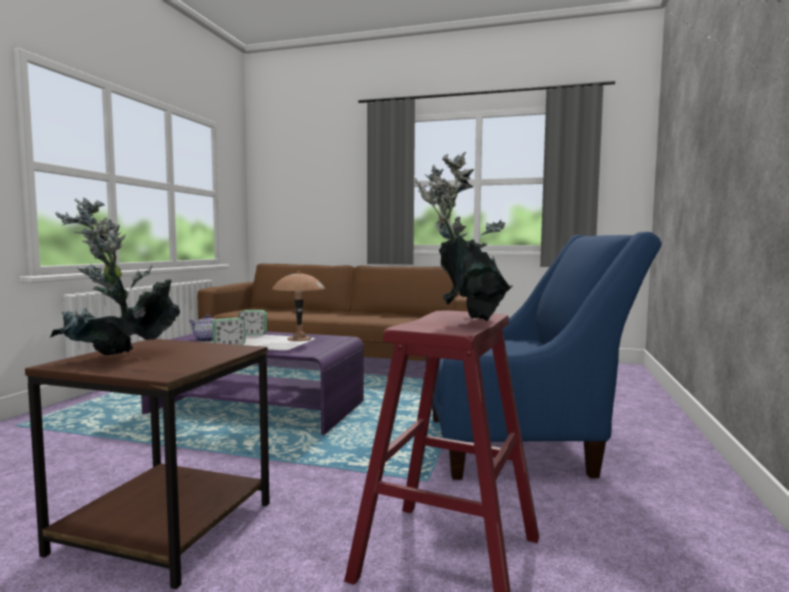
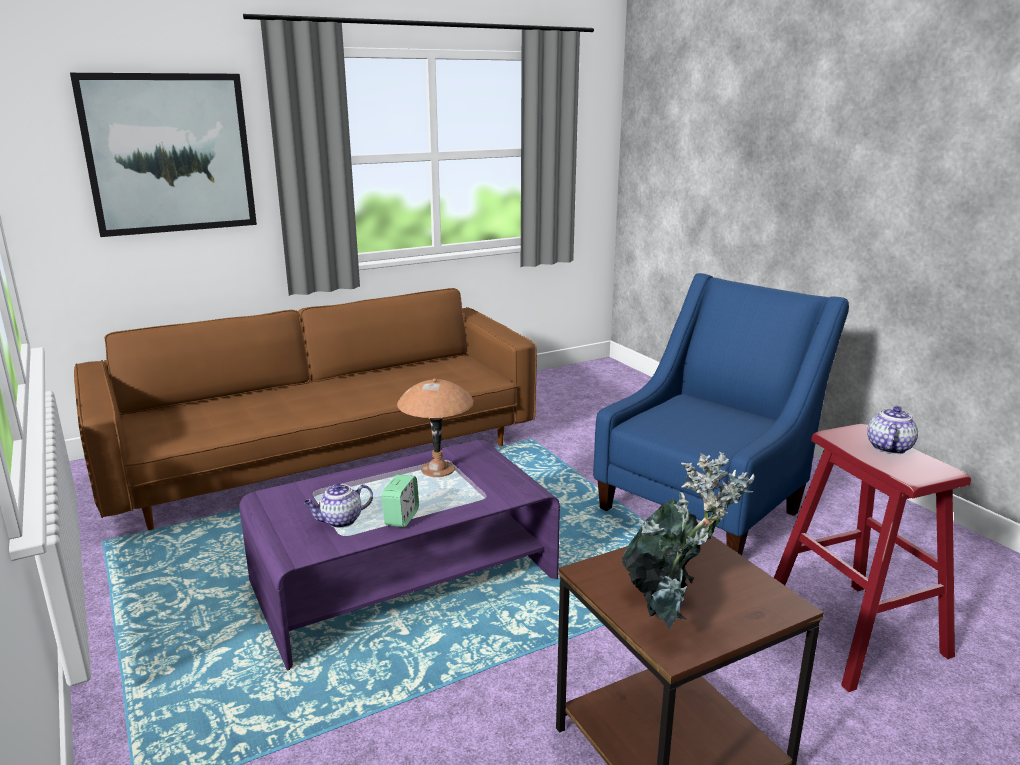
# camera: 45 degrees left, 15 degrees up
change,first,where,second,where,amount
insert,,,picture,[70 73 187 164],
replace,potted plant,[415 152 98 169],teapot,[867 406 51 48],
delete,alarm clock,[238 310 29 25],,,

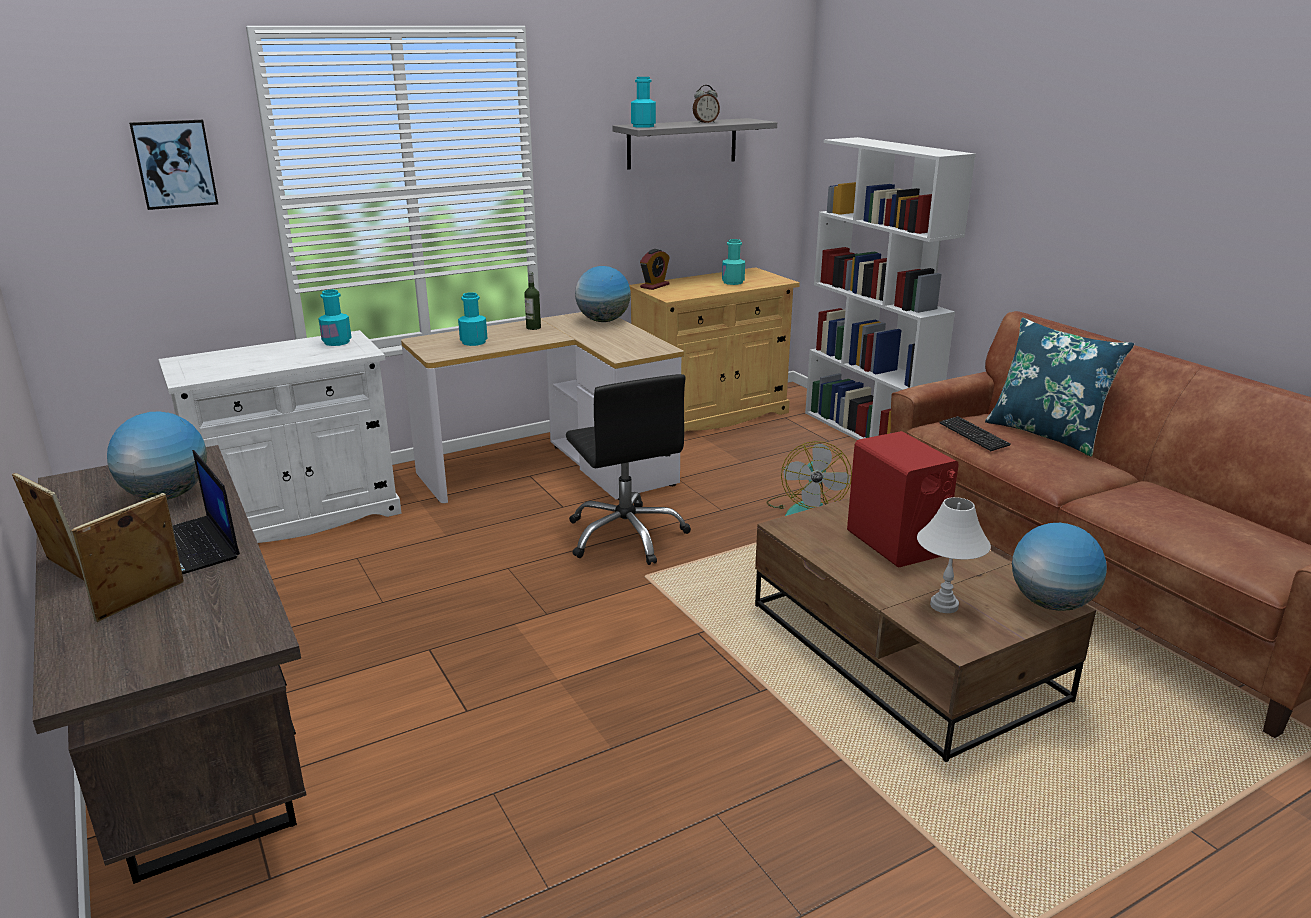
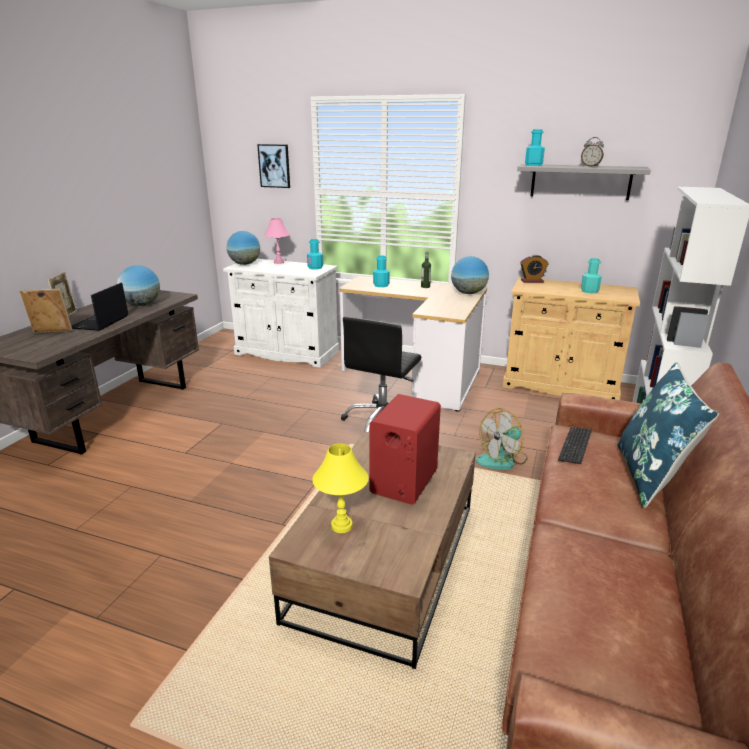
# camera: 50 degrees right, 0 degrees up
change,first,where,second,where,amount
move,globe,[1012 523 95 88],,[227 231 33 34],
insert,,,pink table lamp,[264 218 26 46],
recolor,white table lamp,[917 497 74 116],yellow table lamp,[312 444 57 89],

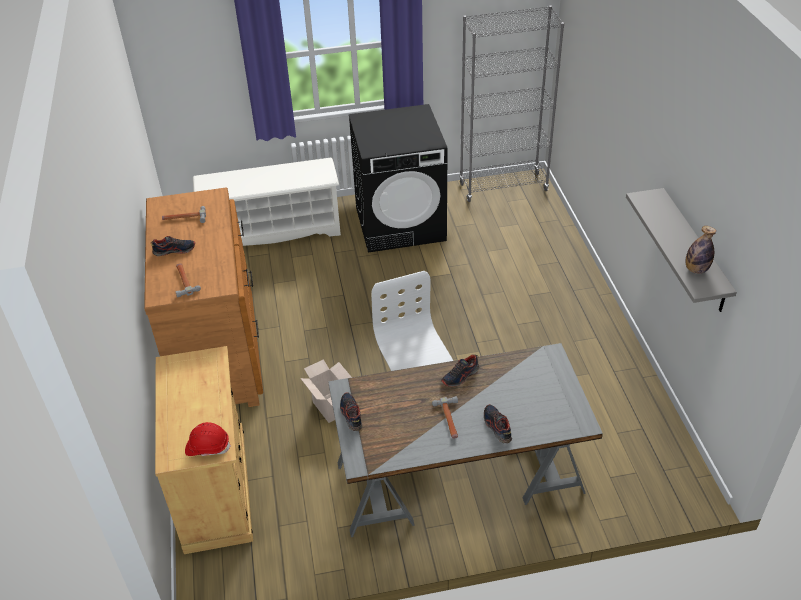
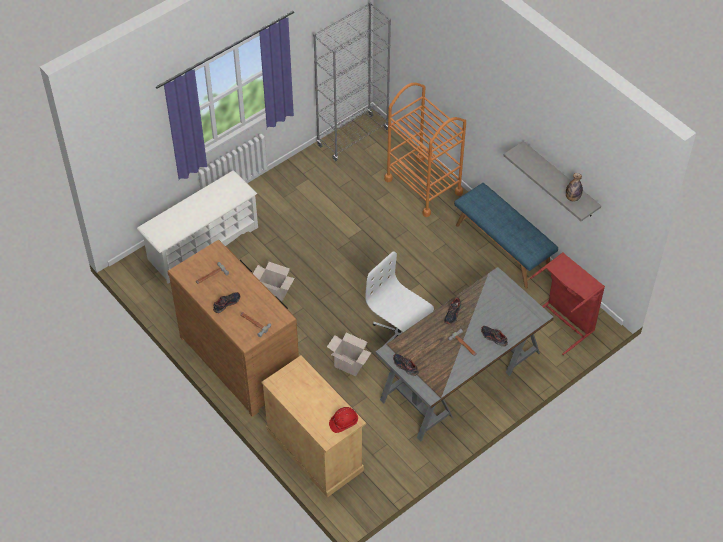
# camera: 30 degrees left, 10 degrees up
change,first,where,second,where,amount
insert,,,cardboard box,[253 262 42 40],
insert,,,orange cart,[384 82 82 135],
insert,,,blue bench,[454 183 104 105],
insert,,,red laundry basket,[530 252 75 103],
delete,black washing machine,[349 104 99 149],,,

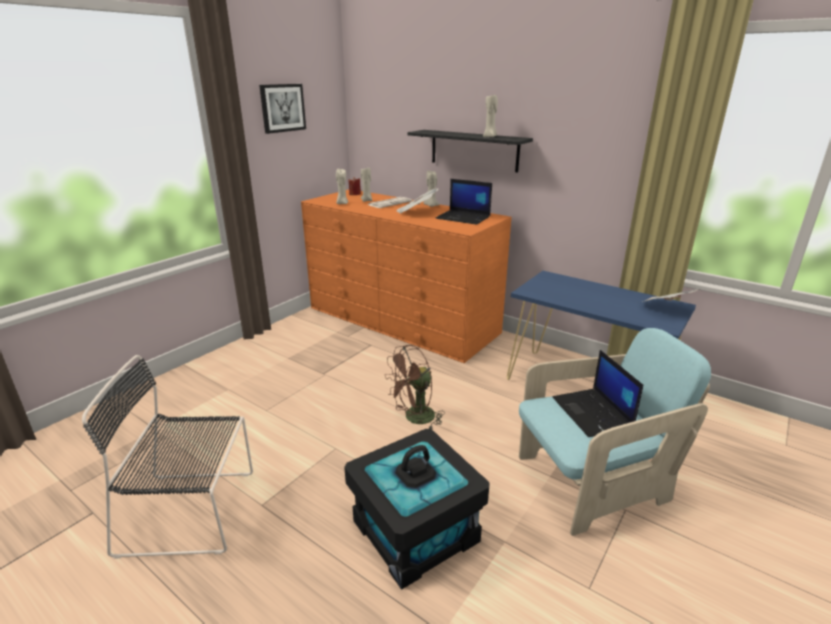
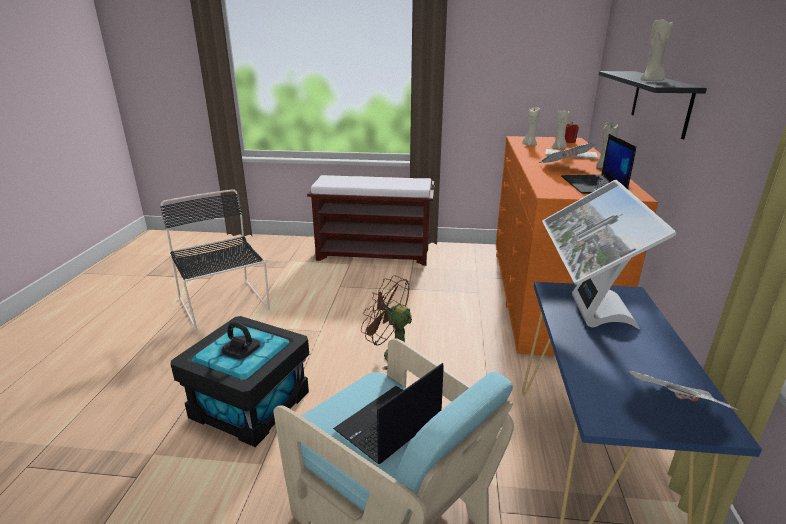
# camera: 60 degrees right, 0 degrees up
change,first,where,second,where,amount
insert,,,brown bench,[307 175 127 91],
insert,,,monitor,[542 180 135 149],
delete,picture,[259 84 47 50],,,

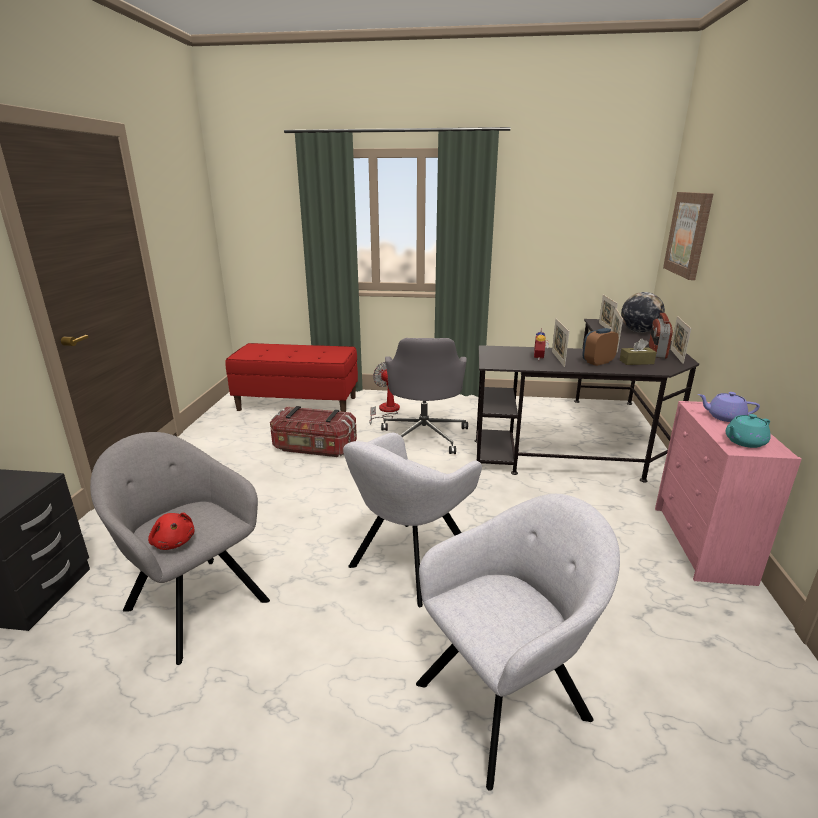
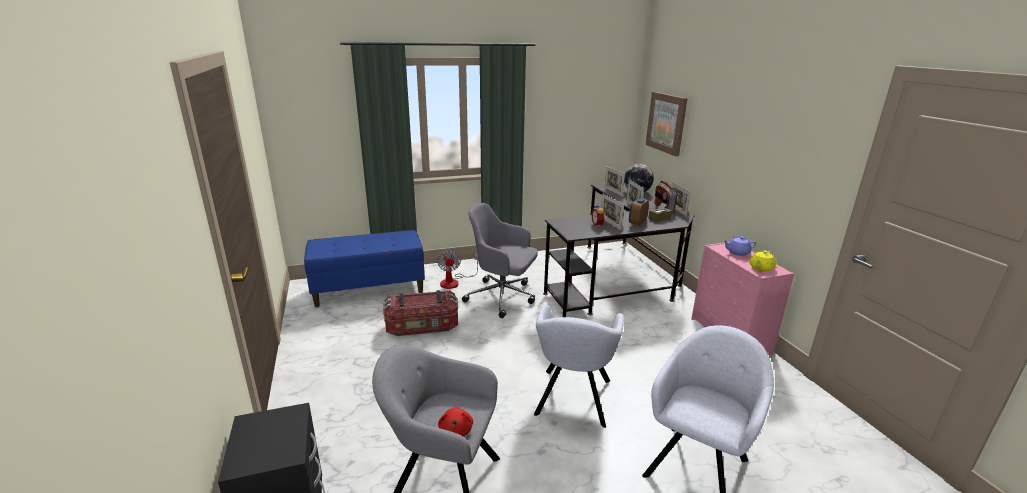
# camera: 25 degrees left, 0 degrees up
change,first,where,second,where,amount
recolor,red bench,[226 343 132 69],blue bench,[304 230 121 77],
rotate,fan,[369 362 31 63],,[437 250 41 39],135 degrees counterclockwise
rotate,red plush toy,[148 513 47 37],,[438 407 35 29],60 degrees clockwise
rotate,grey office chair,[381 338 87 116],,[462 203 76 115],135 degrees clockwise
recolor,turquoise teapot,[725 414 46 34],yellow teapot,[749 250 27 21],

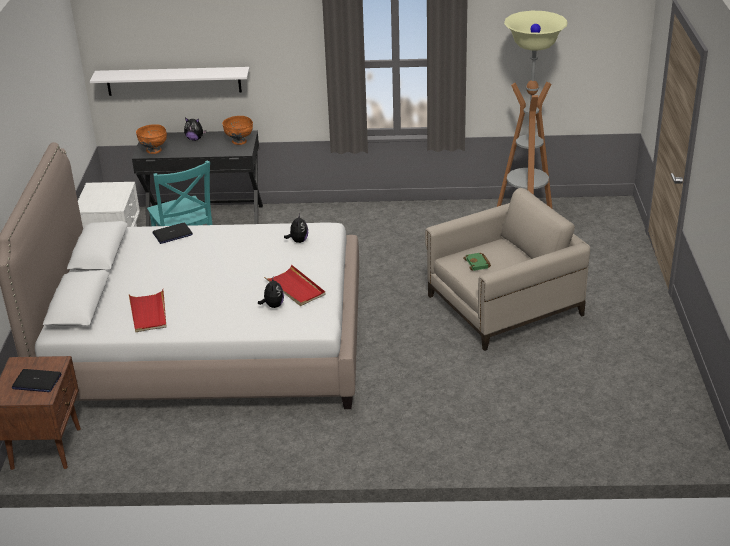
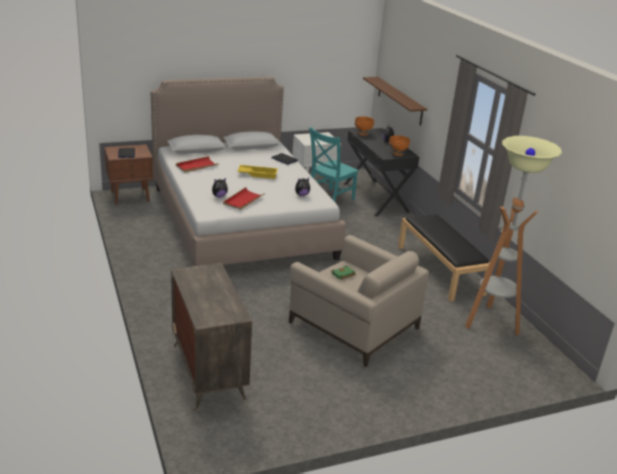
# camera: 65 degrees right, 5 degrees down
change,first,where,second,where,amount
insert,,,dresser,[171 262 81 148],
insert,,,yellow tray,[238 165 40 14],
recolor,white shelf,[90 67 160 29],brown shelf,[363 77 64 48],
insert,,,black bench,[398 214 94 88],

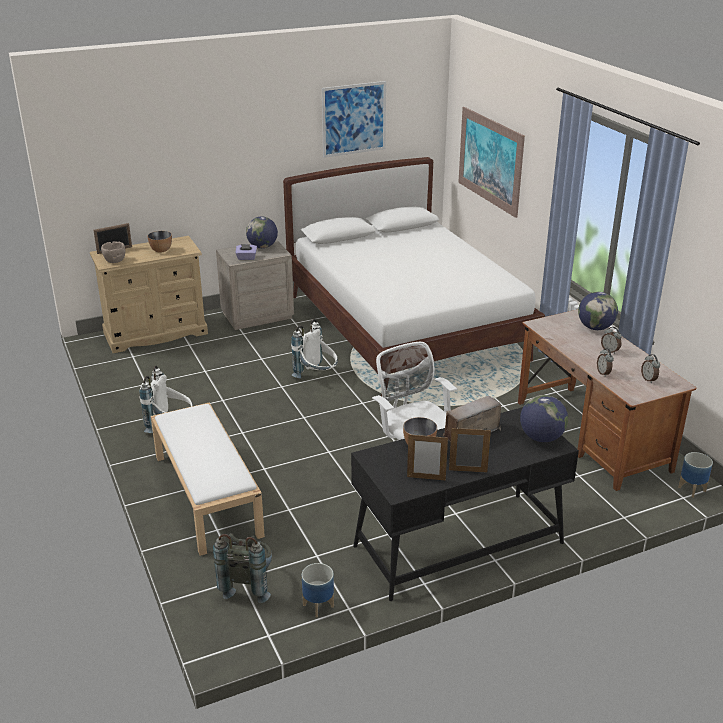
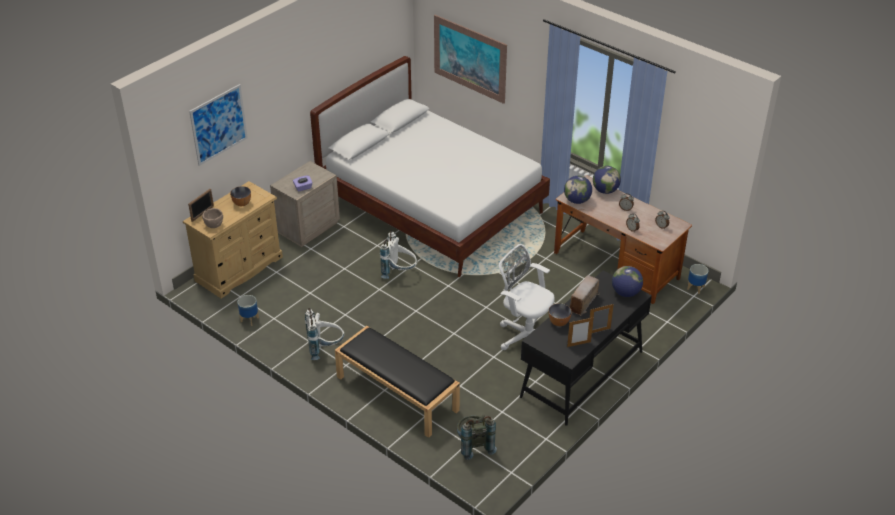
# camera: 25 degrees left, 10 degrees up
change,first,where,second,where,amount
move,picture,[322 81 64 77],,[189 84 59 82],
move,planter,[302 563 32 54],,[238 295 21 31],
recolor,white bench,[151 403 114 153],black bench,[335 326 125 112],
move,globe,[246 216 32 32],,[564 176 28 28],

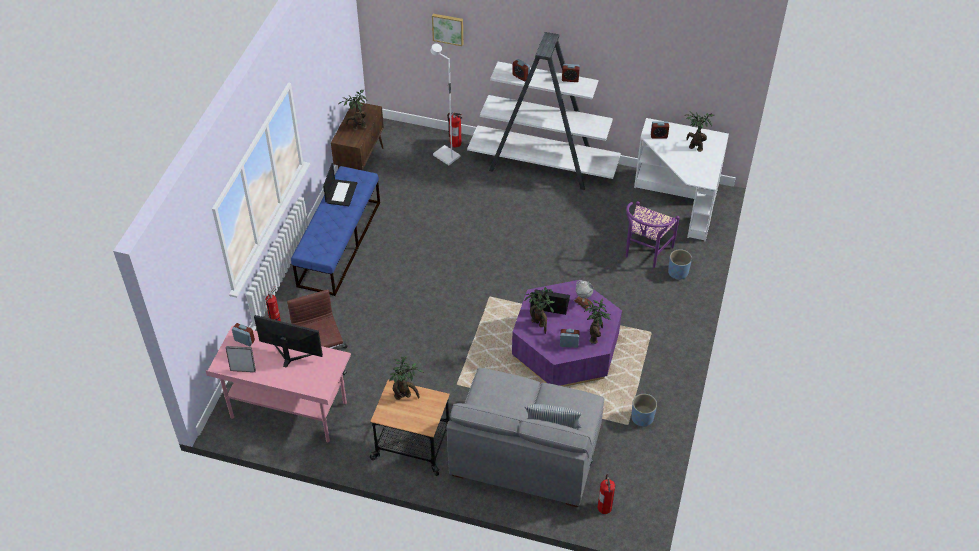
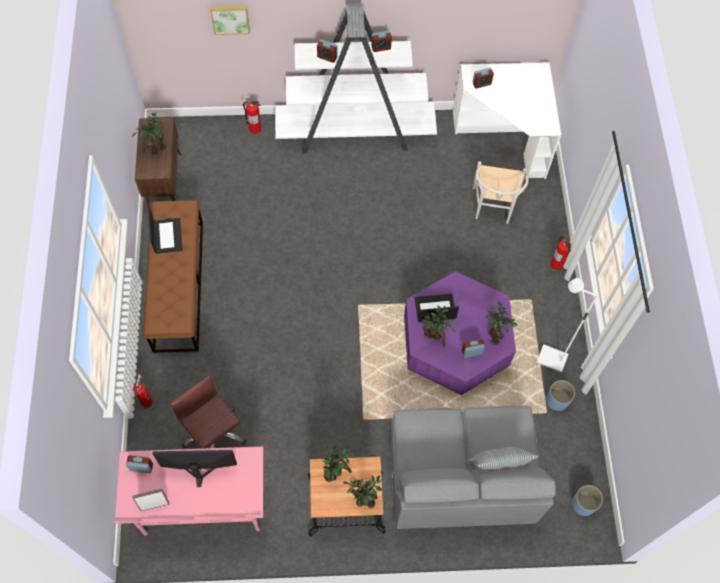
# camera: 20 degrees left, 15 degrees up
change,first,where,second,where,amount
recolor,blue bench,[291 166 89 130],brown bench,[143 200 60 153],
move,potted plant,[684 111 30 41],,[343 475 40 34],
recolor,purple chair,[626 201 54 67],white chair,[473 161 56 63],
move,white floor lamp,[430 43 31 122],,[537 278 61 94],
move,fire extinguisher,[598 474 17 40],,[550 236 21 34],
move,blue planter,[668 249 24 31],,[572 485 31 31],
delete,globe,[574 280 19 29],,,

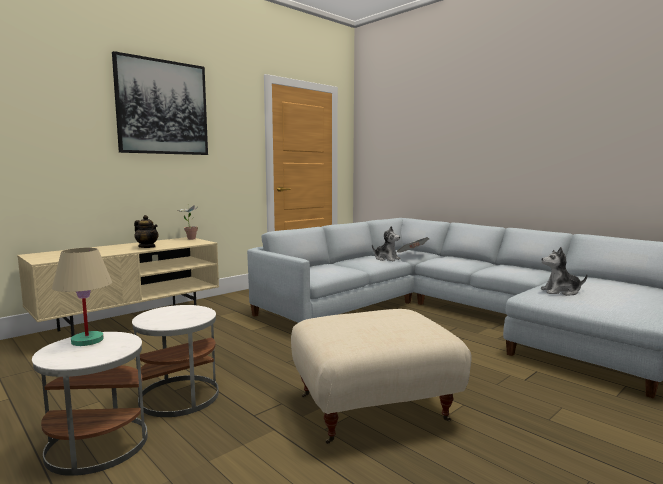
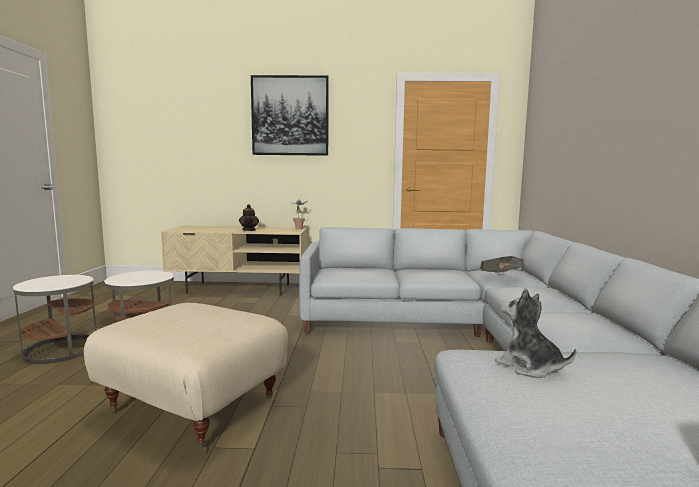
# camera: 45 degrees right, 0 degrees up
change,first,where,second,where,amount
delete,beige table lamp,[52 247 60 99],,,
delete,plush toy,[372 226 28 35],,,

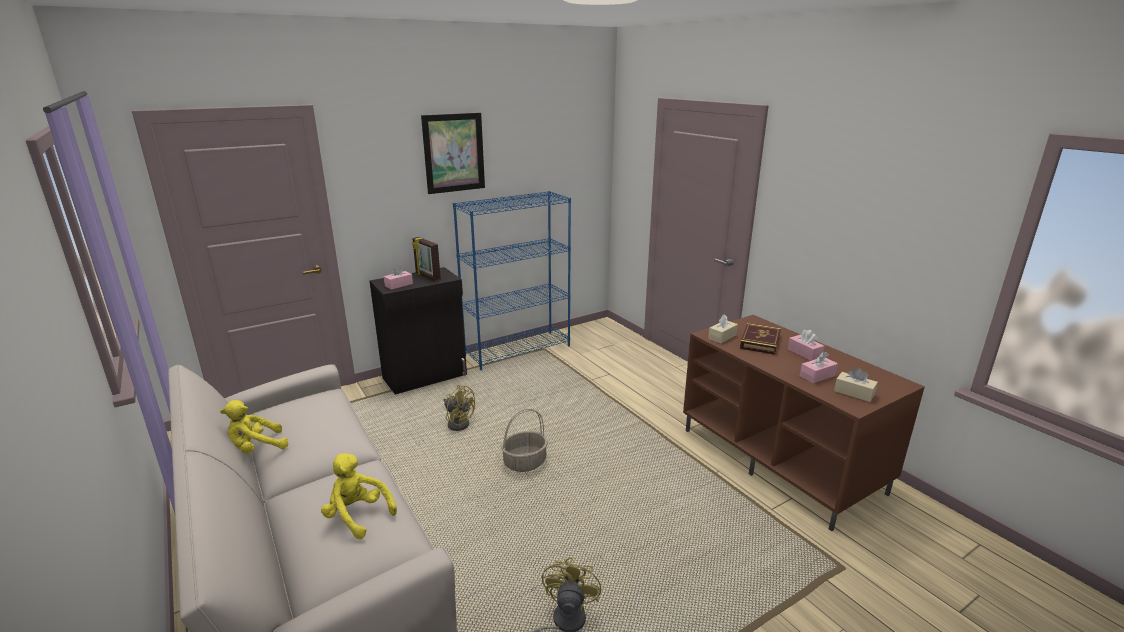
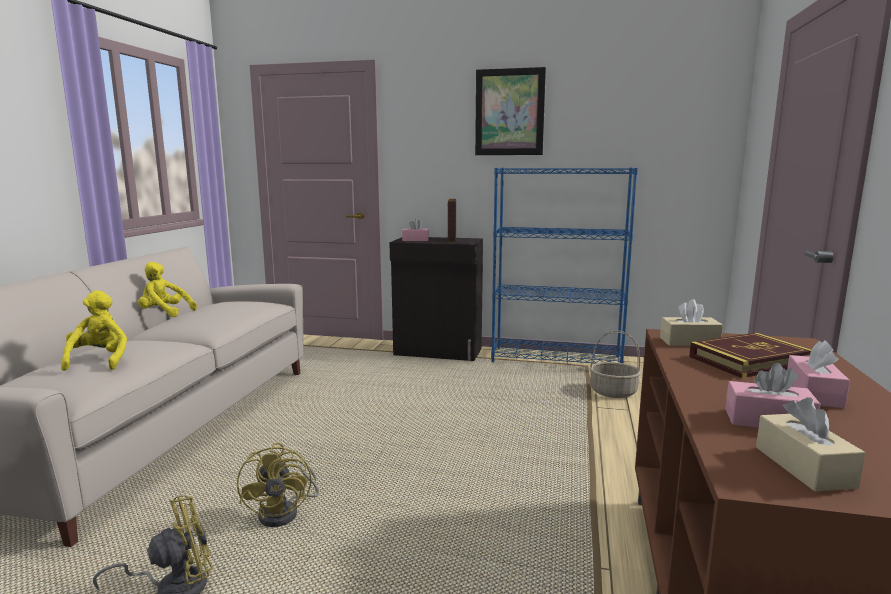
# camera: 45 degrees right, 10 degrees down
change,first,where,second,where,amount
move,yellow fan,[443 385 32 46],,[237 442 82 85],
move,basket,[501 409 47 63],,[589 330 52 68],

